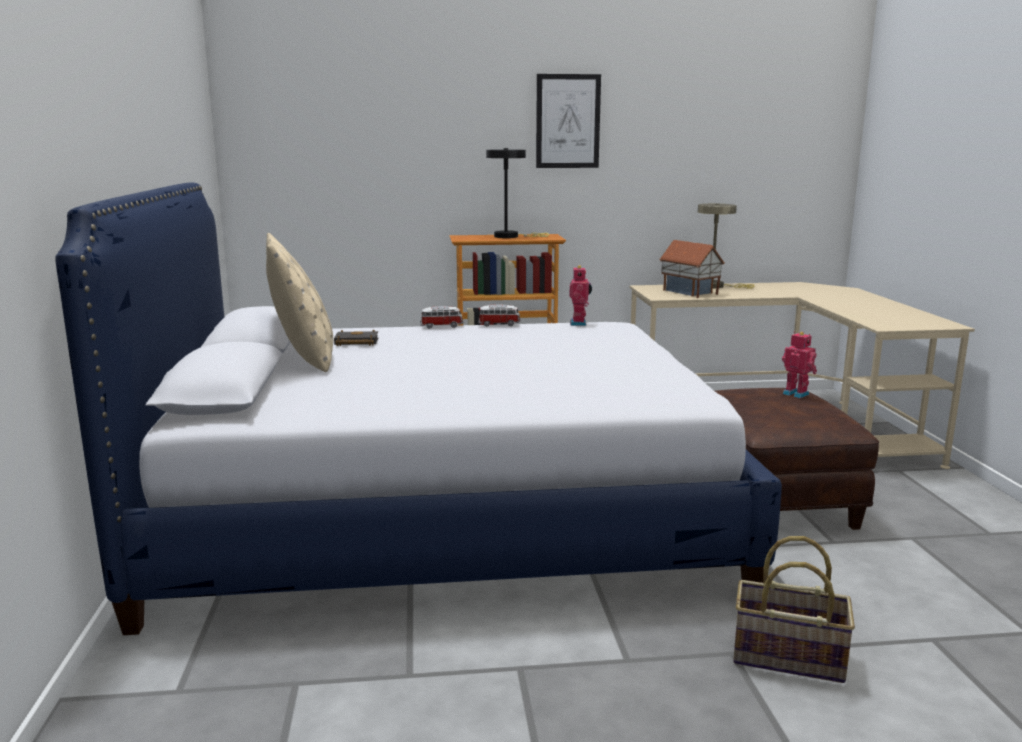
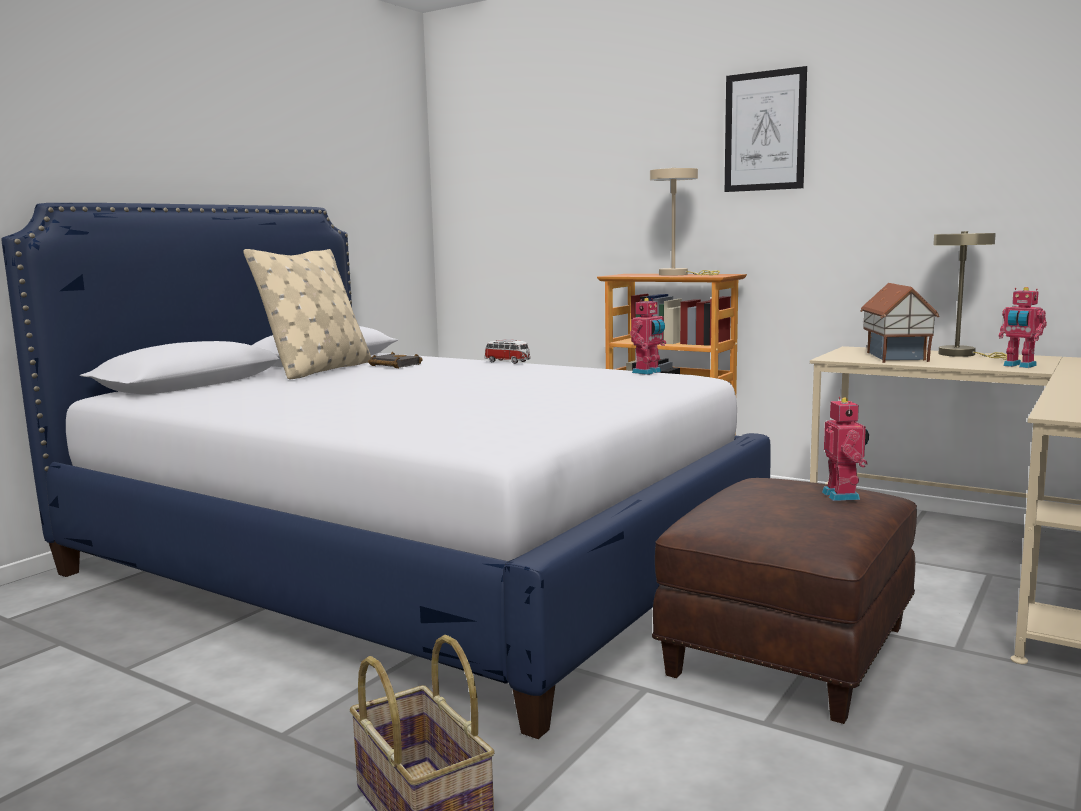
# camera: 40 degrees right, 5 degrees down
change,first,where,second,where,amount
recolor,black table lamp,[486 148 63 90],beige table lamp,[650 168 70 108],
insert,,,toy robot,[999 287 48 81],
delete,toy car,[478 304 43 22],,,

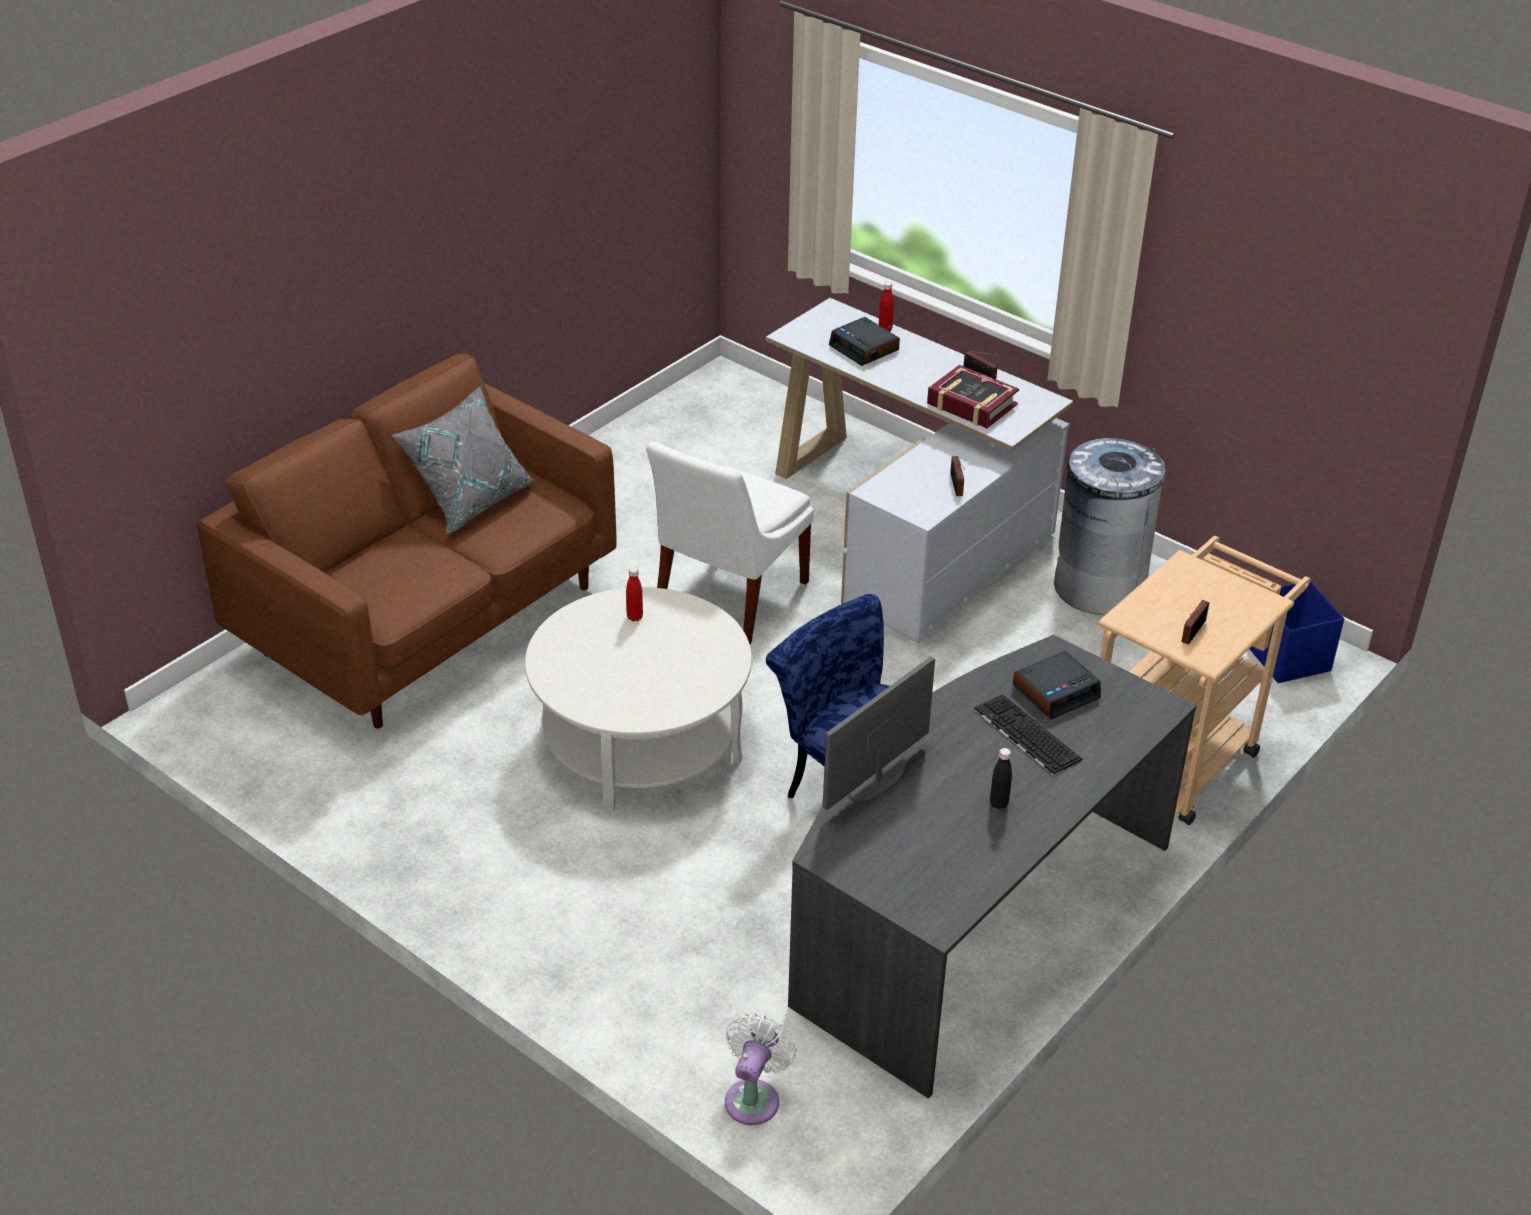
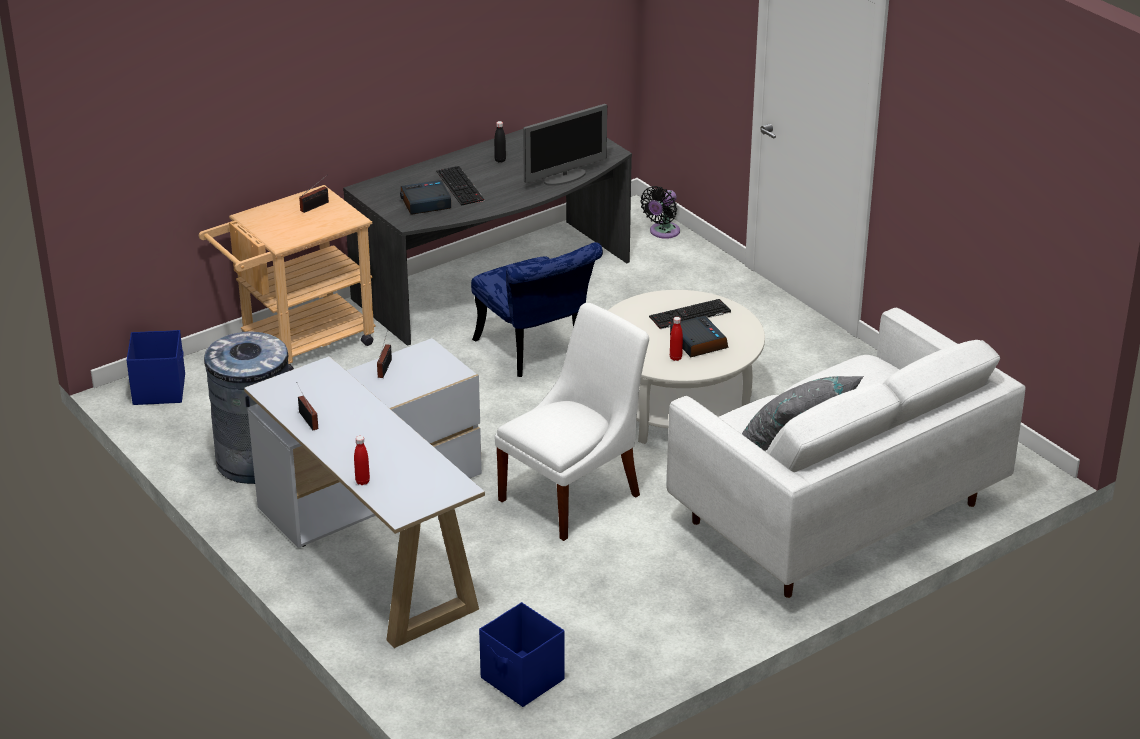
# camera: 165 degrees left, 5 degrees down
change,first,where,second,where,amount
insert,,,blue storage box,[479 602 86 105],
recolor,white fan,[725 1013 72 112],black fan,[640 186 40 53],
insert,,,keyboard,[649 299 82 30],
recolor,brown sofa,[197 353 420 376],white sofa,[667 308 359 290],
move,alarm clock,[829 317 71 49],,[670 316 58 41],
delete,book,[927 365 92 63],,,

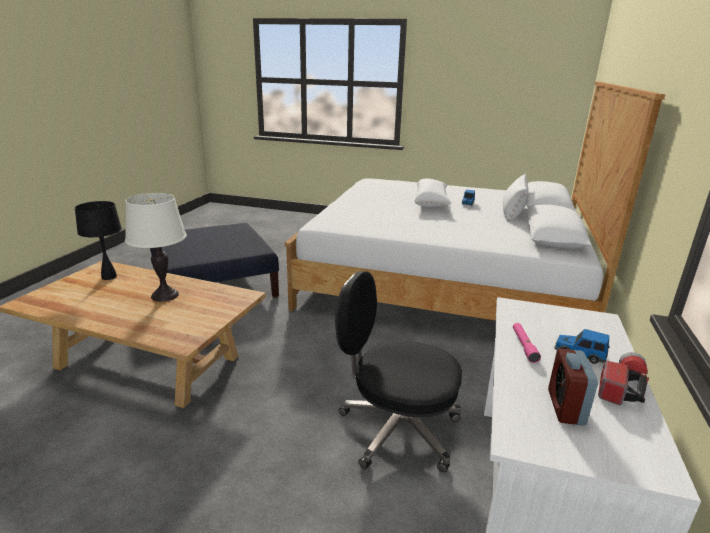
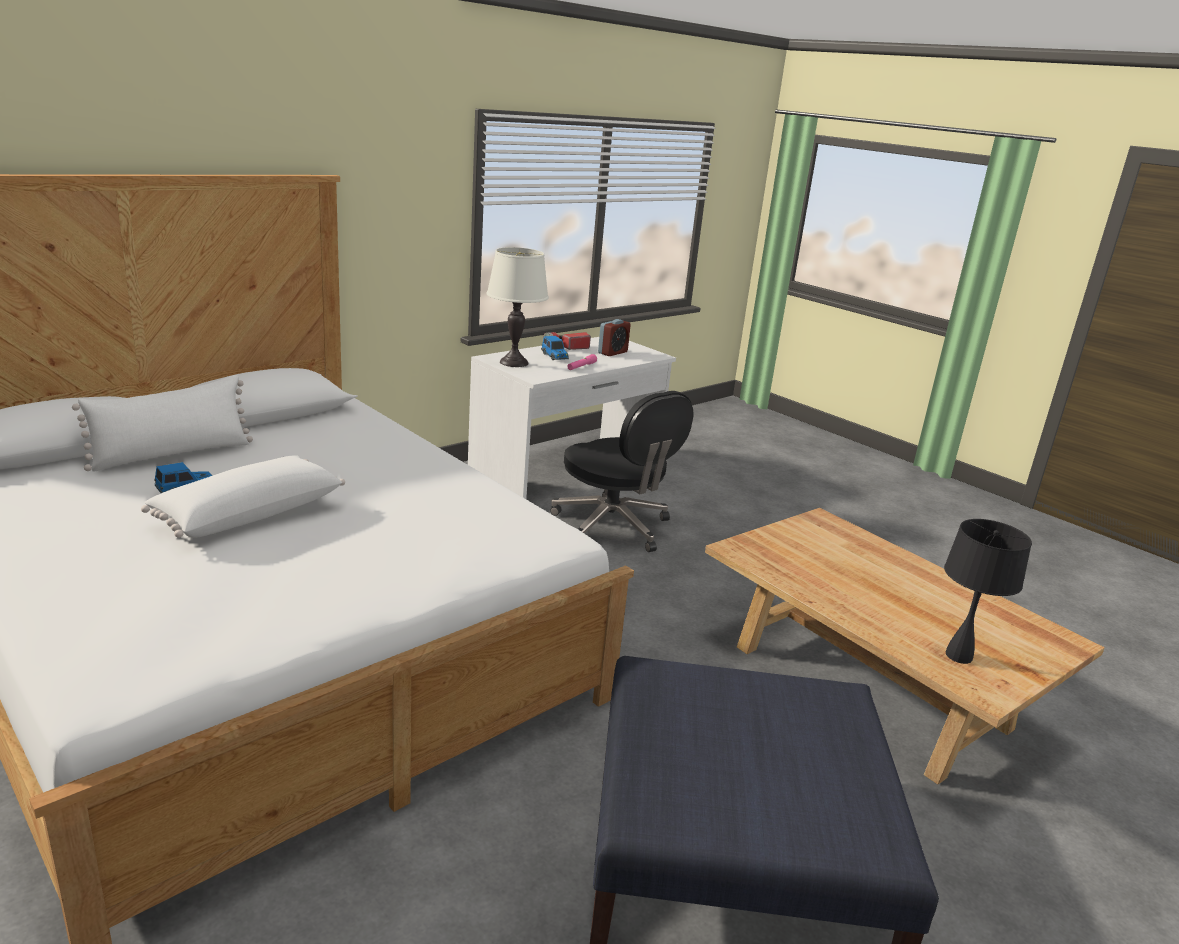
# camera: 150 degrees left, 0 degrees up
change,first,where,second,where,amount
move,white table lamp,[125 193 62 109],,[487 247 62 120],

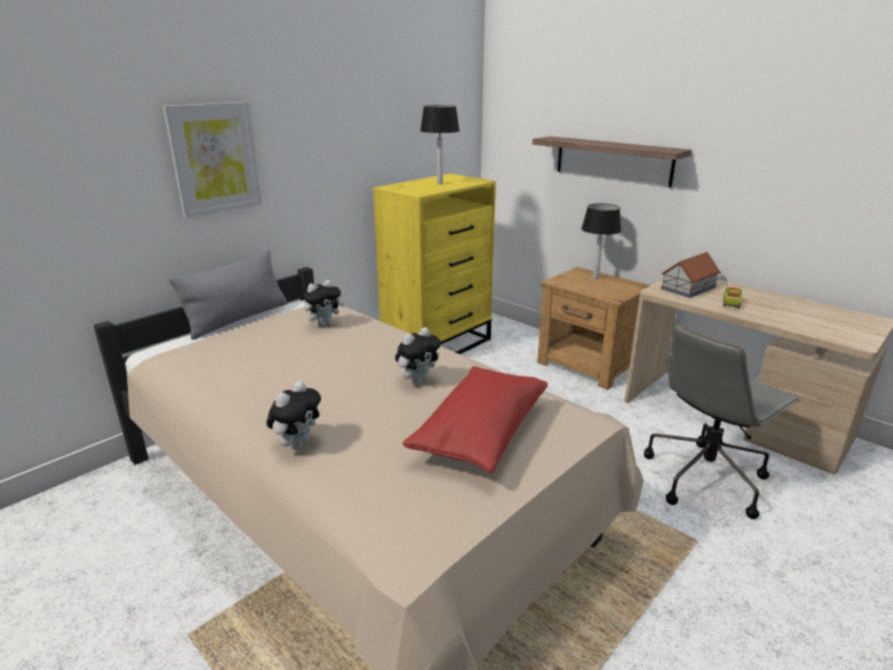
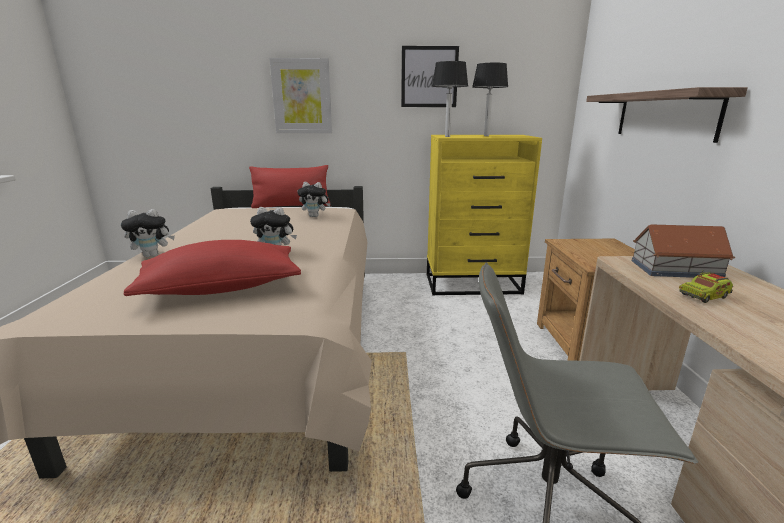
# camera: 45 degrees right, 5 degrees down
change,first,where,second,where,amount
recolor,grey pillow,[169 250 119 90],red pillow,[249 165 82 43],
insert,,,picture,[401 46 58 61],
move,table lamp,[581 203 40 76],,[431 61 37 76],

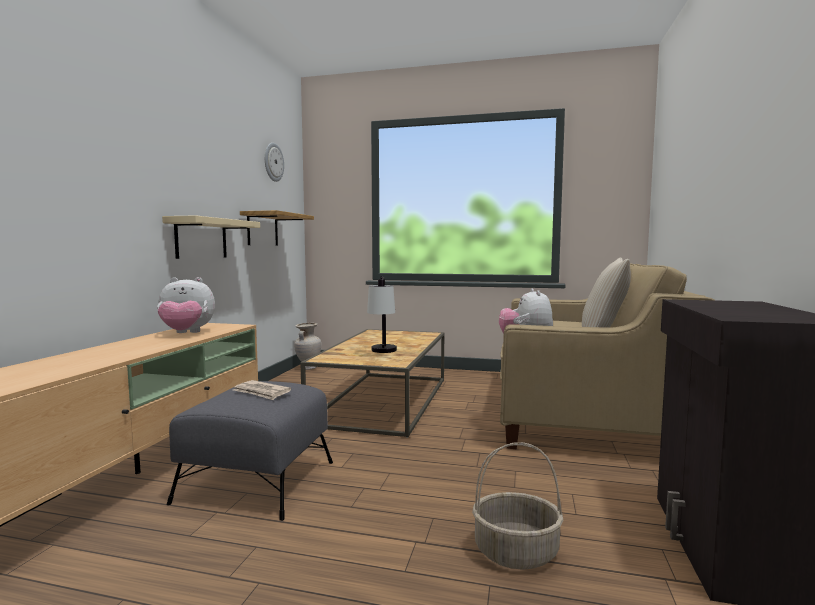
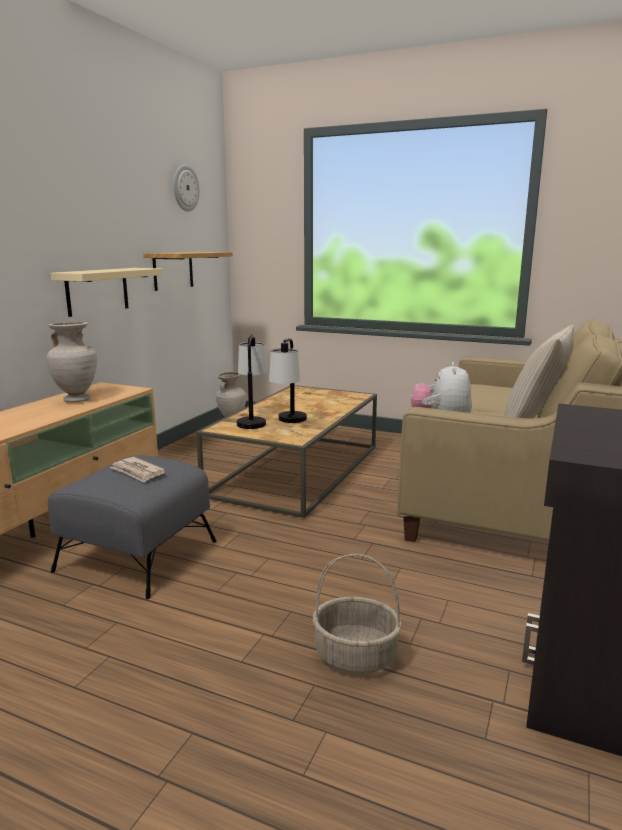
# camera: 10 degrees right, 10 degrees up
change,first,where,second,where,amount
replace,plush toy,[157 277 58 56],beige vase,[47 322 50 80],
insert,,,table lamp,[237 334 31 95],

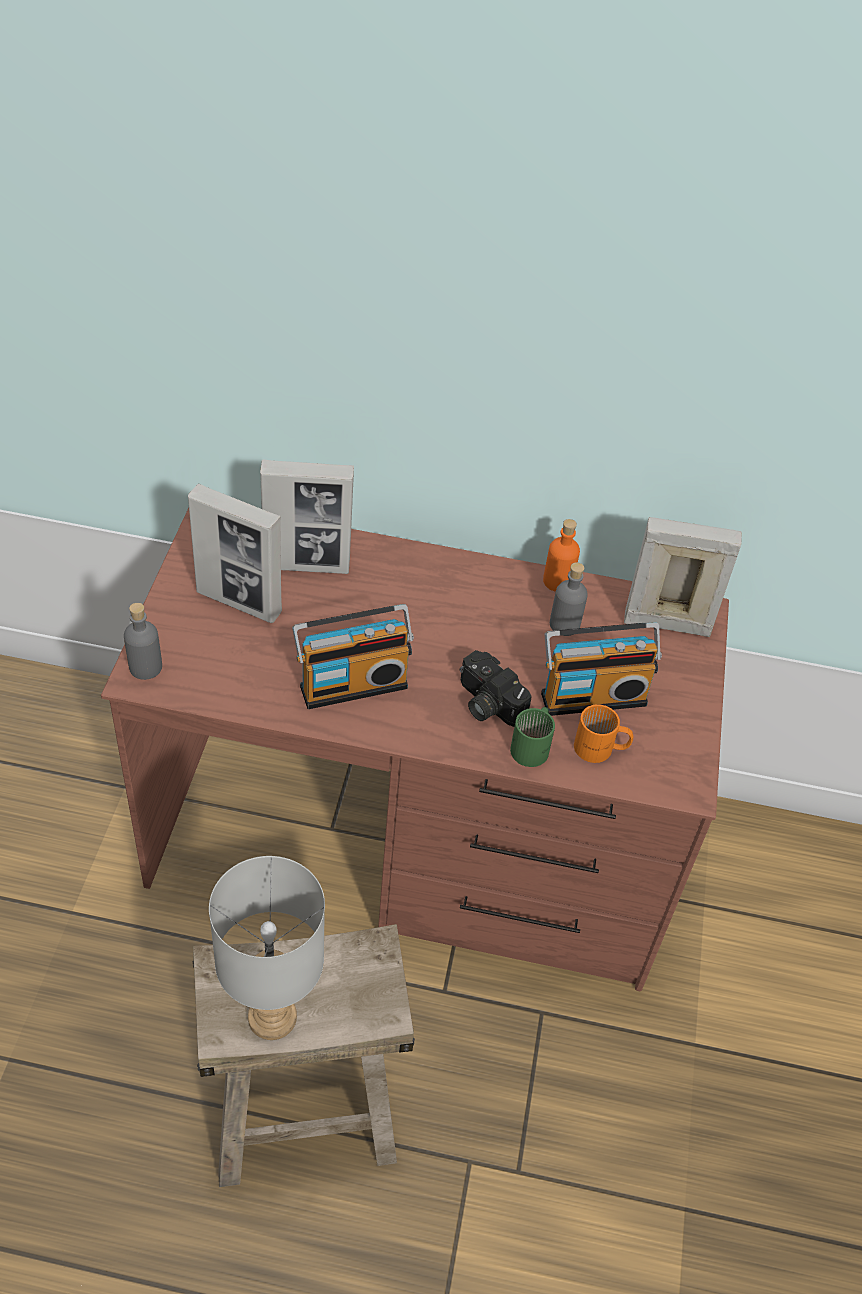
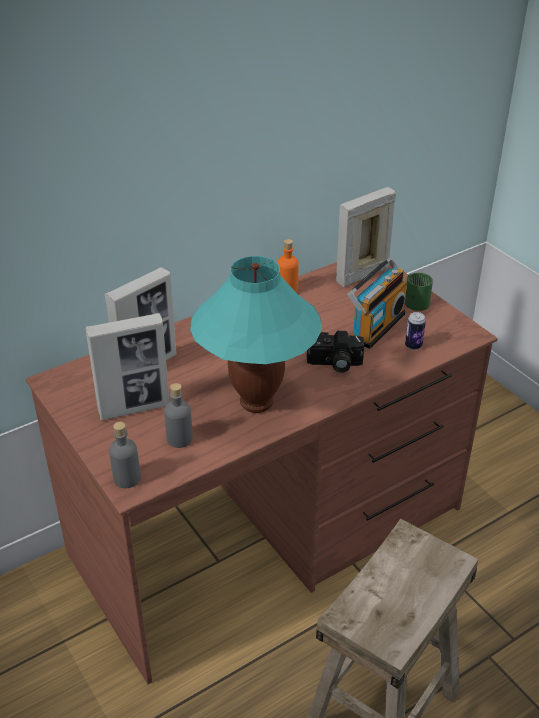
# camera: 40 degrees left, 10 degrees down
change,first,where,second,where,amount
move,grey bottle,[550 562 38 74],,[164 383 29 65],
replace,radio,[292 604 122 105],turquoise table lamp,[190 256 131 157],
move,green mug,[510 707 45 60],,[405 273 28 38],
replace,orange mug,[574 704 59 59],can,[405 312 21 38],
delete,grey table lamp,[209 856 116 184],,,

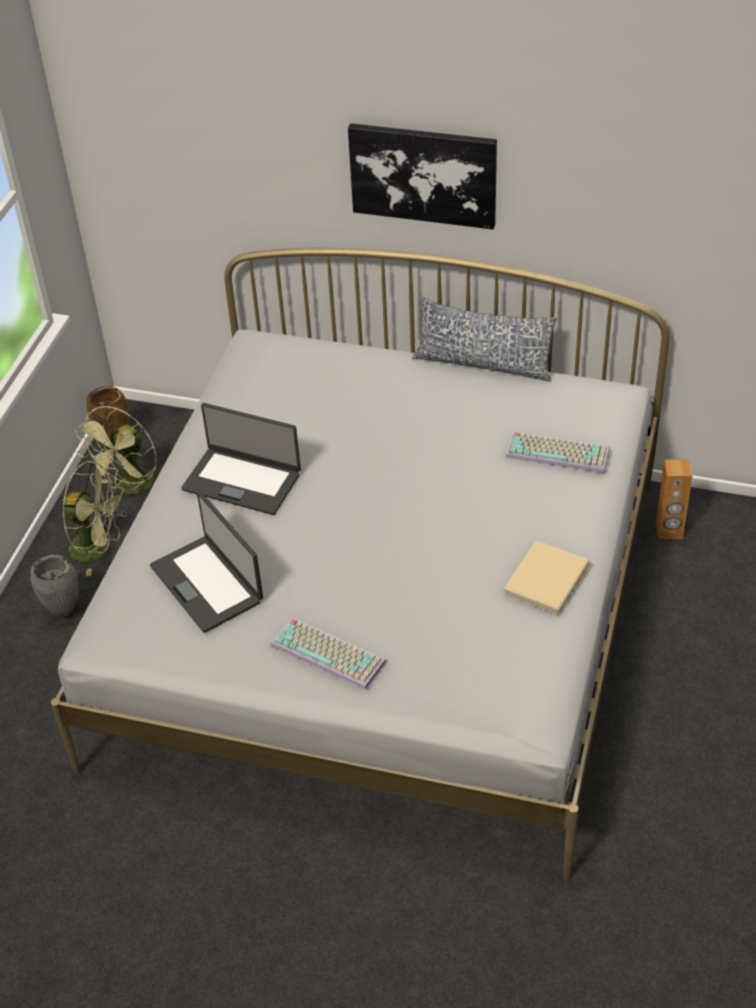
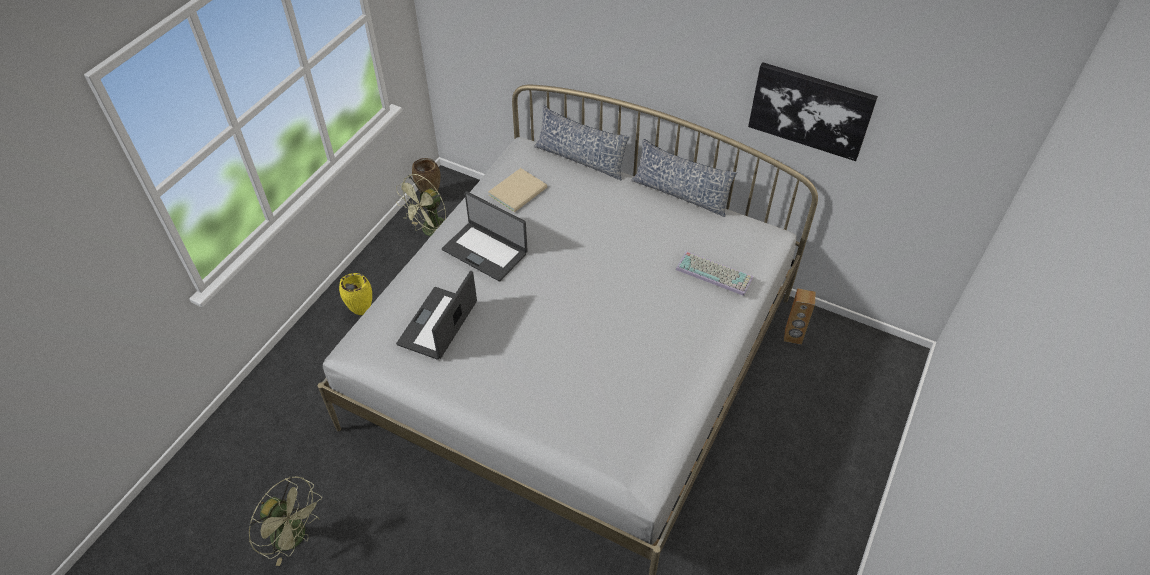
# camera: 10 degrees right, 5 degrees up
change,first,where,second,where,amount
move,green fan,[62 460 65 116],,[249 476 73 90],
recolor,grey vase,[30 555 48 62],yellow vase,[339 273 33 42],
rotate,laptop,[150 491 113 142],,[396 271 81 89],45 degrees clockwise
move,beige book,[504 540 85 74],,[488 168 59 44],
insert,,,pillow,[534 105 96 75],
move,picture,[348 123 149 106],,[748 62 130 99],
delete,keyboard,[271 617 115 73],,,

